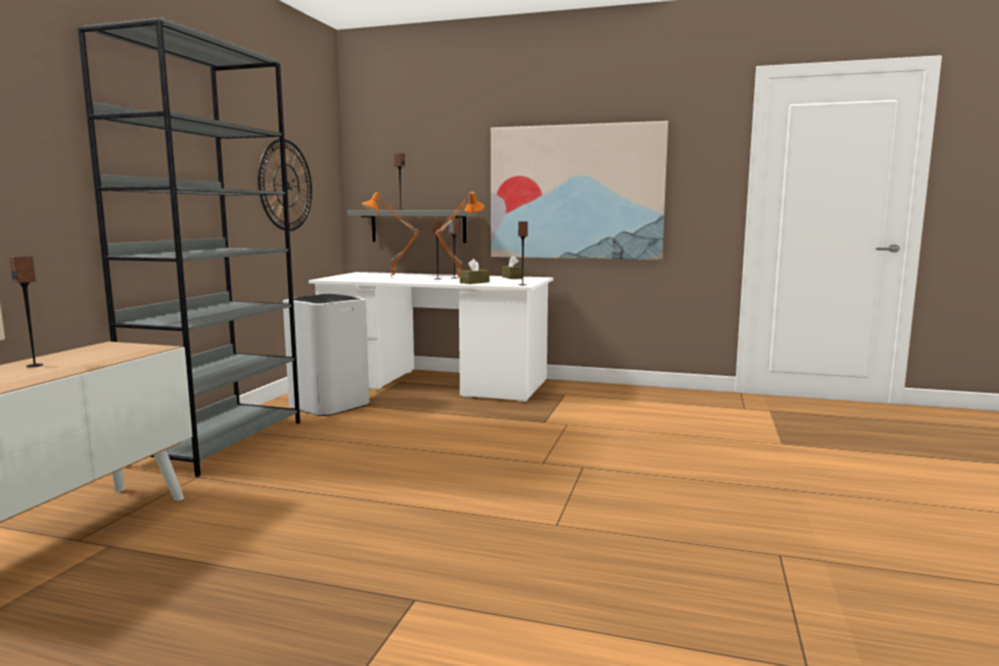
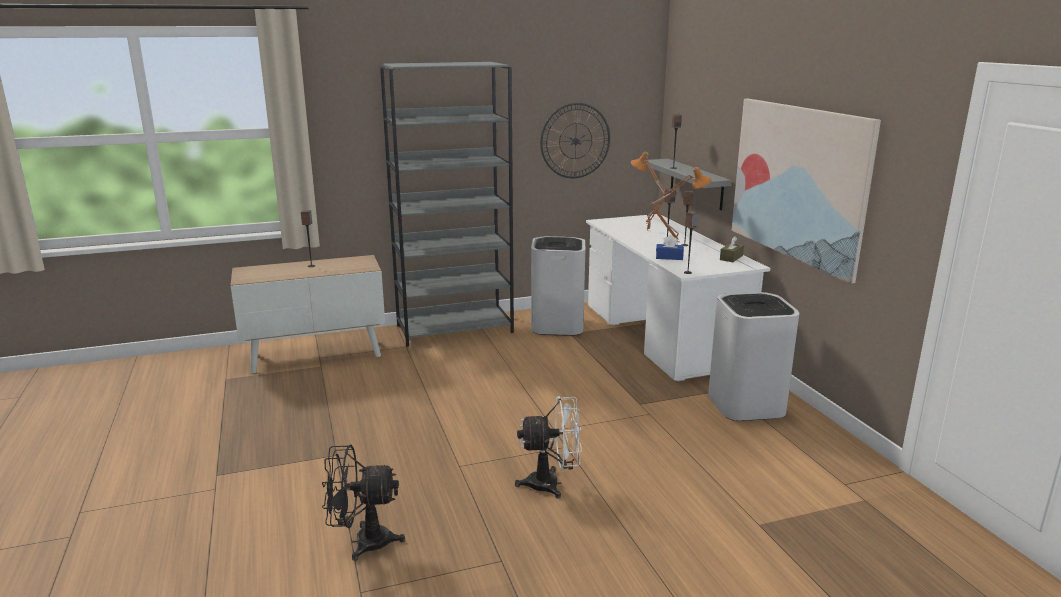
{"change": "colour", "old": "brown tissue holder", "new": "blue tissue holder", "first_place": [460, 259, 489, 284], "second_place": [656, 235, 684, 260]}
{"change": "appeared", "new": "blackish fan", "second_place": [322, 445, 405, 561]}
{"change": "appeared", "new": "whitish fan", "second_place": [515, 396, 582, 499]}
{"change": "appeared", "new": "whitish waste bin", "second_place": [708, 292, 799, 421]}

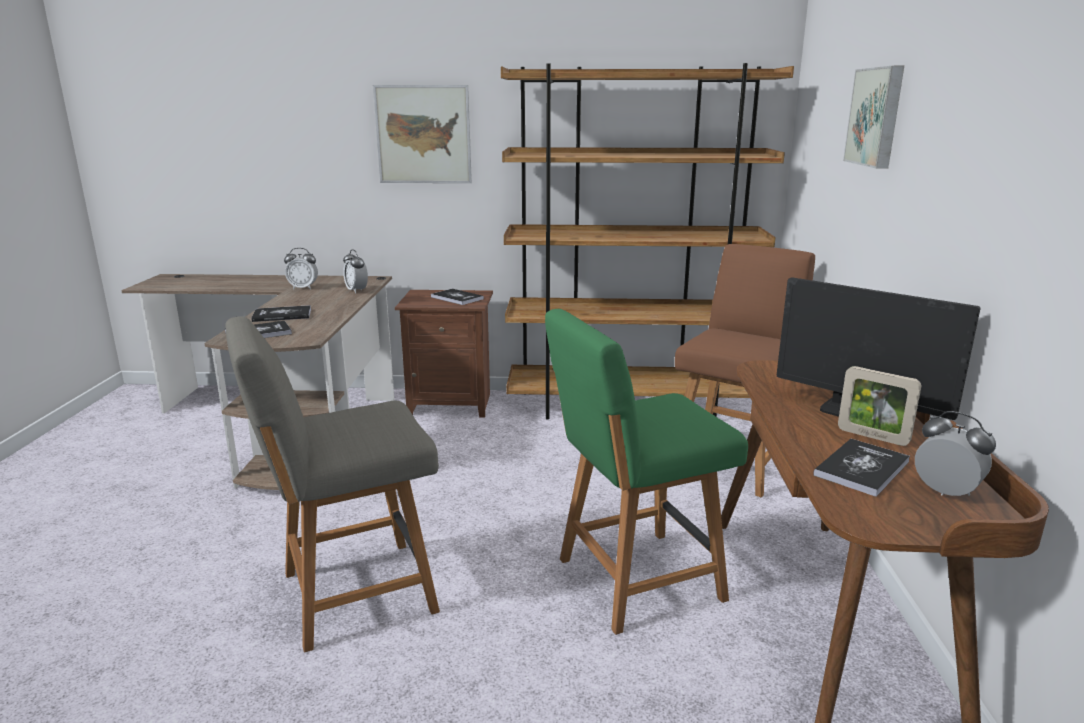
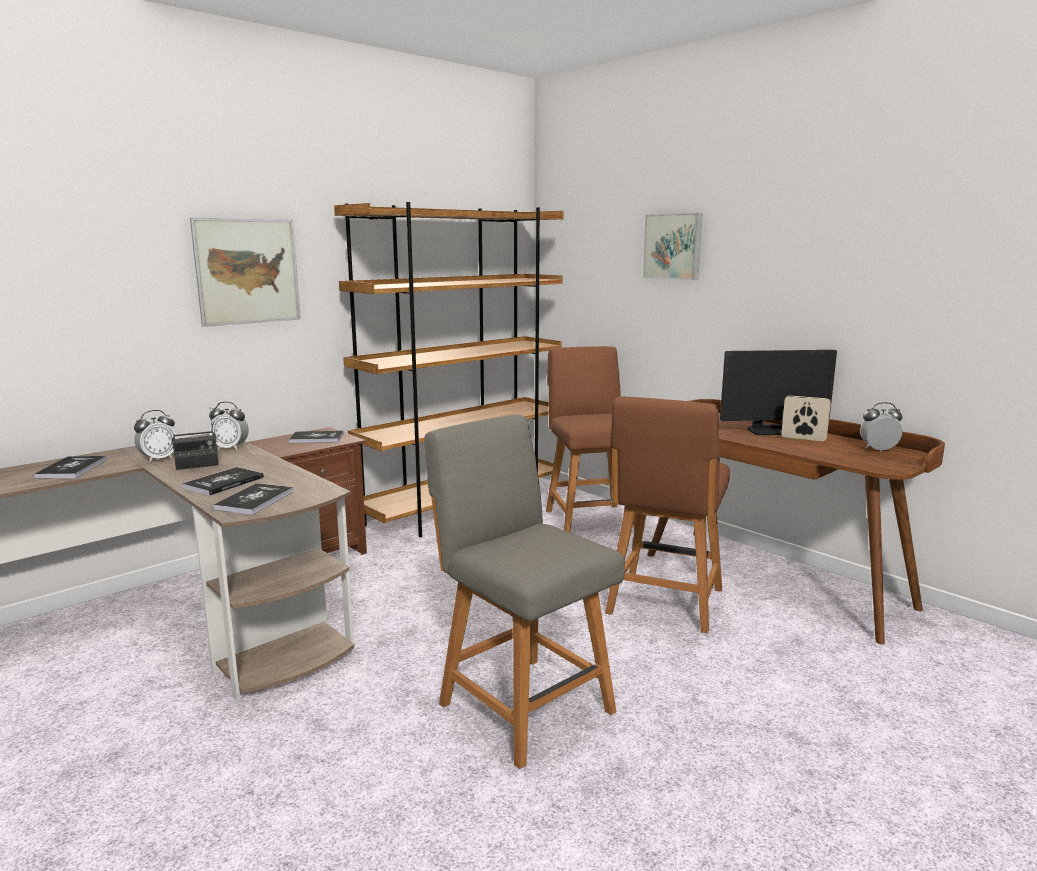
{"change": "spun", "old": "greyish plain chair", "first_place": [225, 316, 440, 652], "second_place": [425, 415, 625, 769], "degrees": 120}
{"change": "colour", "old": "greenish plain chair", "new": "brown plain chair", "first_place": [545, 309, 748, 635], "second_place": [605, 397, 730, 633]}
{"change": "relocated", "old": "book", "first_place": [813, 439, 910, 497], "second_place": [34, 456, 106, 479]}
{"change": "spun", "old": "standing frame", "first_place": [838, 366, 921, 446], "second_place": [781, 396, 831, 441], "degrees": -150}
{"change": "appeared", "new": "radio", "second_place": [172, 411, 219, 470]}

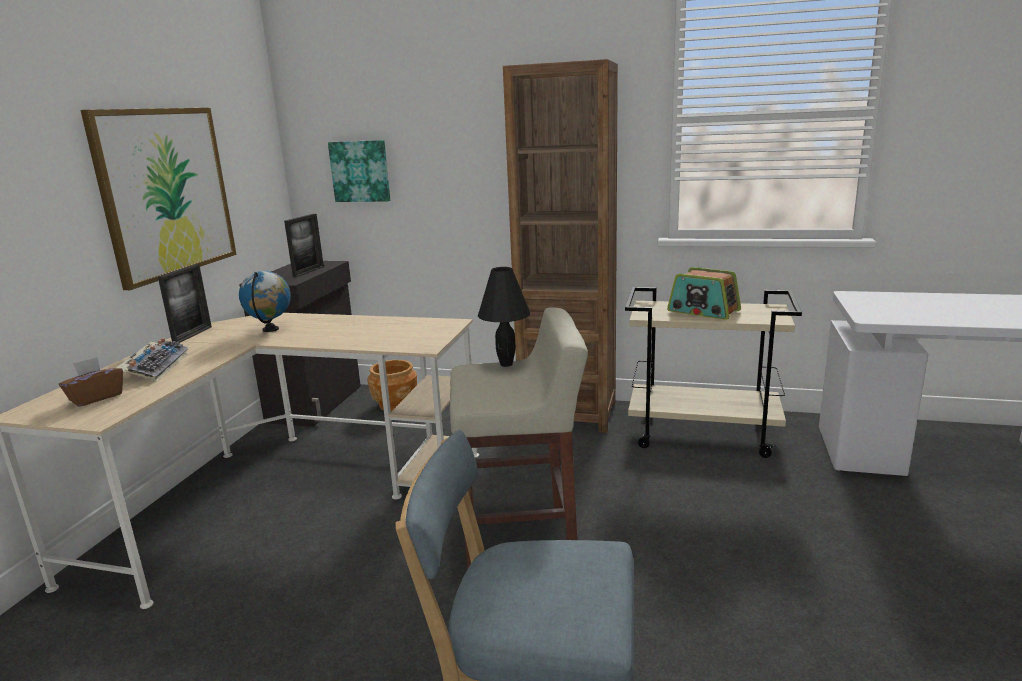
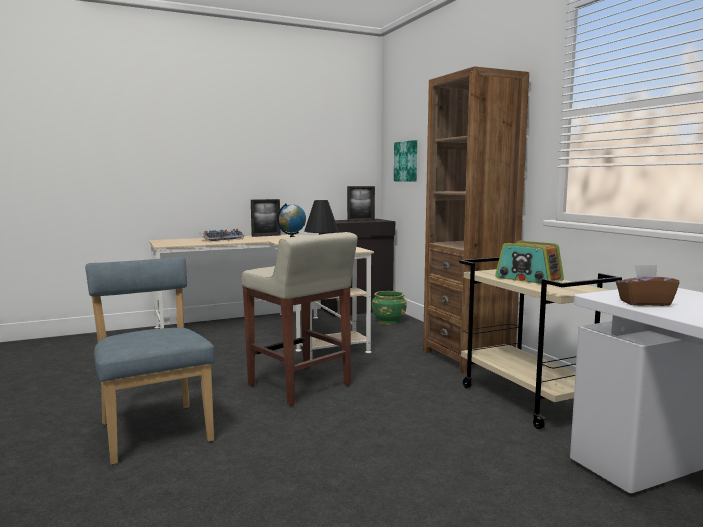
{"change": "relocated", "old": "brown tissue holder", "first_place": [59, 357, 123, 407], "second_place": [616, 265, 679, 306]}
{"change": "missing", "old": "picture", "first_place": [81, 108, 237, 290]}
{"change": "colour", "old": "brown flower pot", "new": "greenish flower pot", "first_place": [367, 360, 417, 411], "second_place": [372, 291, 407, 325]}
{"change": "spun", "old": "radio", "first_place": [667, 267, 741, 320], "second_place": [495, 240, 564, 285], "degrees": -45}

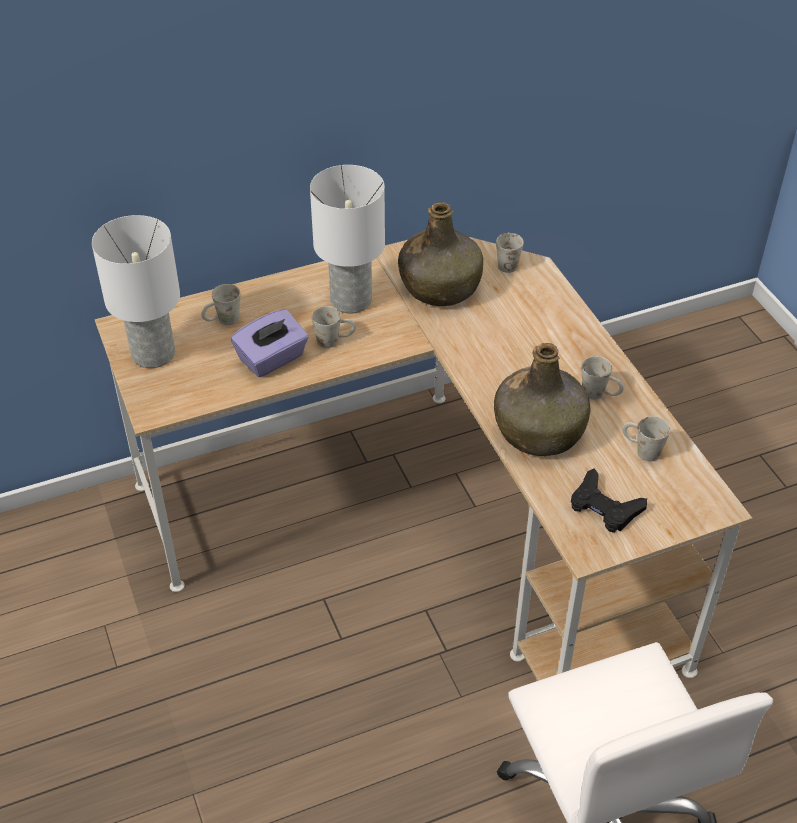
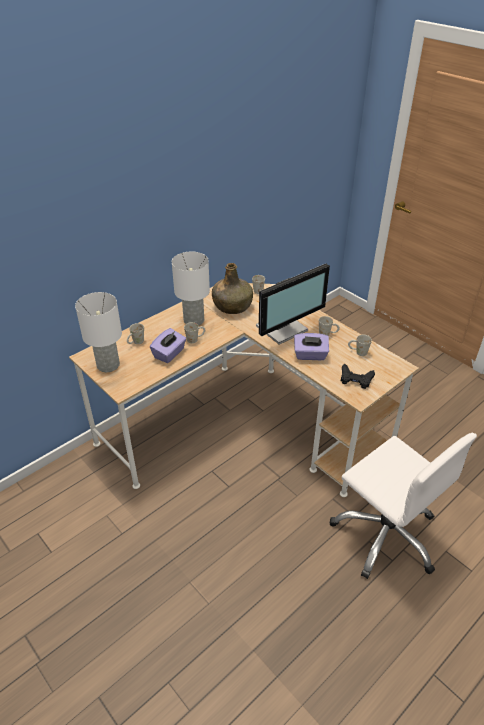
{"change": "exchanged", "old": "greenish beverage bottle", "new": "purple-coloured tissue holder", "first_place": [494, 343, 591, 456], "second_place": [294, 333, 329, 360]}
{"change": "appeared", "new": "computer display", "second_place": [256, 264, 330, 344]}

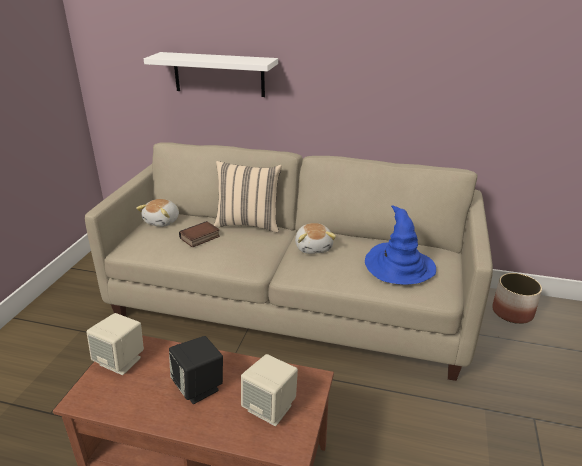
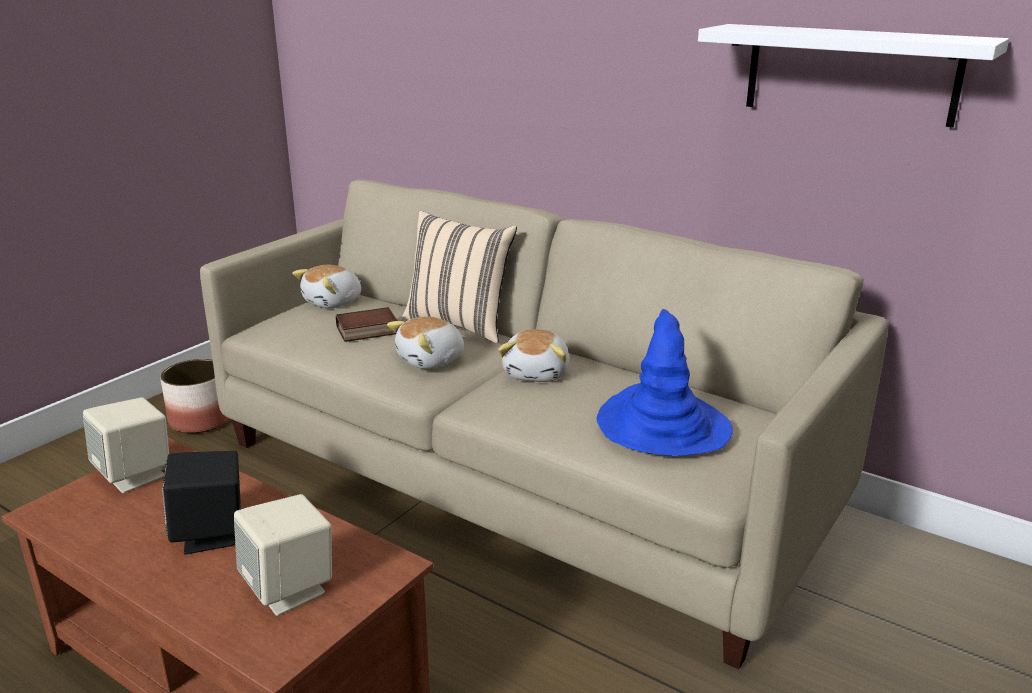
{"change": "relocated", "old": "whitish wall shelf", "first_place": [144, 52, 278, 97], "second_place": [698, 24, 1009, 127]}
{"change": "relocated", "old": "flower pot", "first_place": [492, 273, 542, 324], "second_place": [160, 359, 230, 433]}
{"change": "appeared", "new": "cuddly toy", "second_place": [387, 317, 465, 369]}

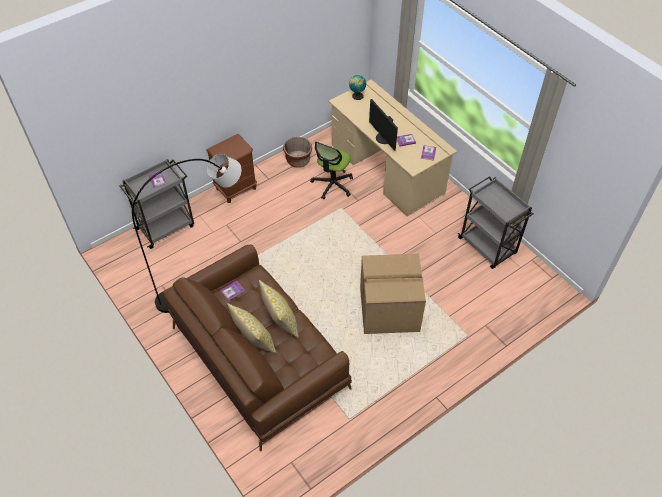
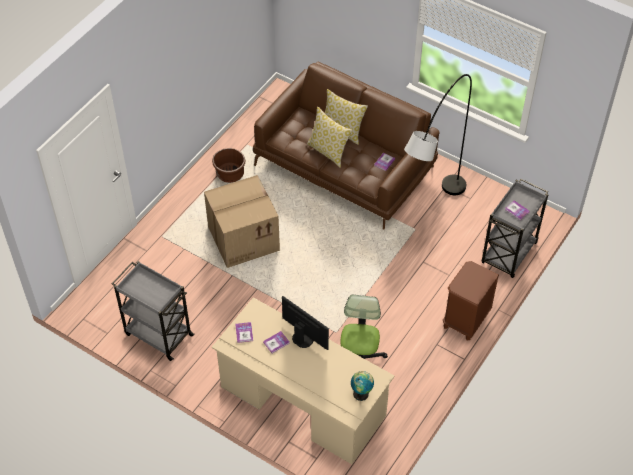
{"change": "relocated", "old": "brown flower pot", "first_place": [283, 137, 312, 168], "second_place": [212, 148, 245, 183]}

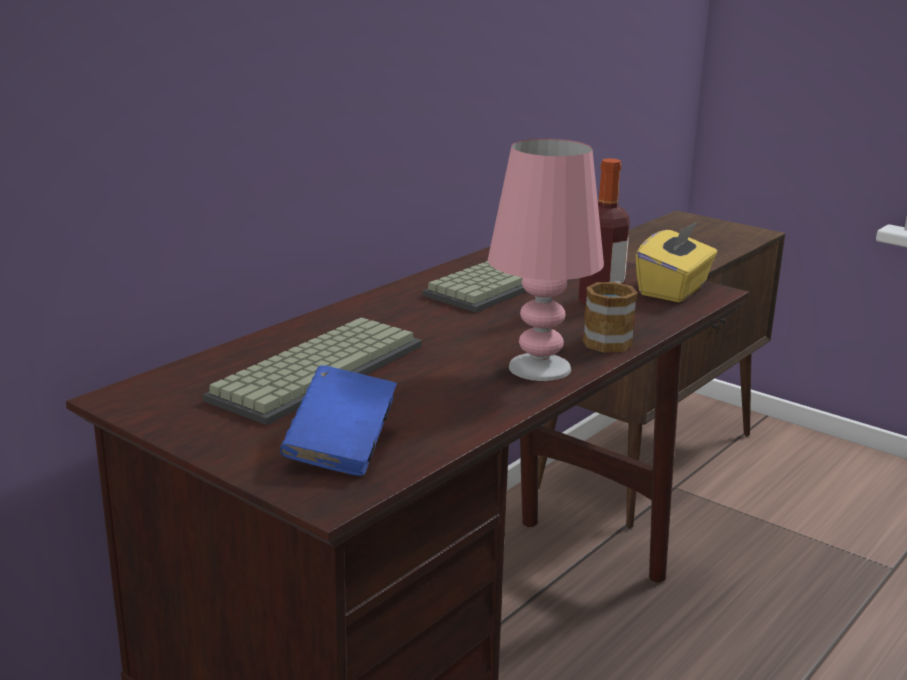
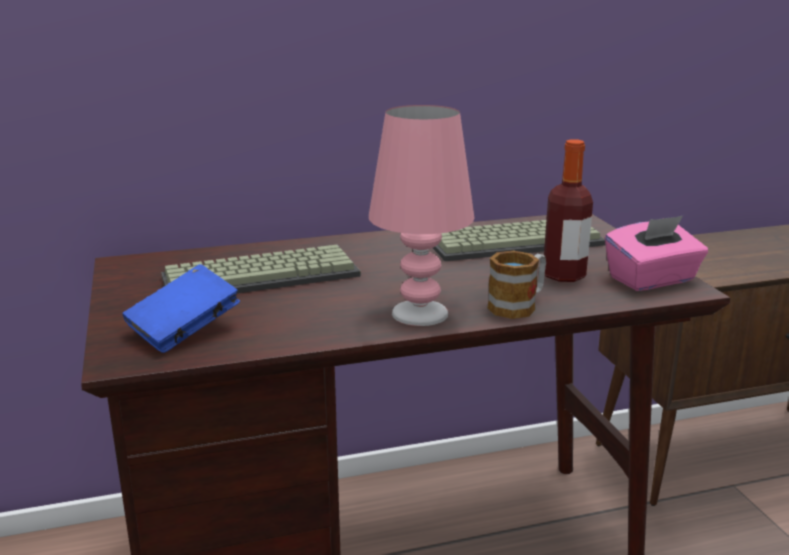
{"change": "colour", "old": "yellow-coloured tissue holder", "new": "pink-coloured tissue holder", "first_place": [636, 221, 717, 302], "second_place": [605, 216, 708, 291]}

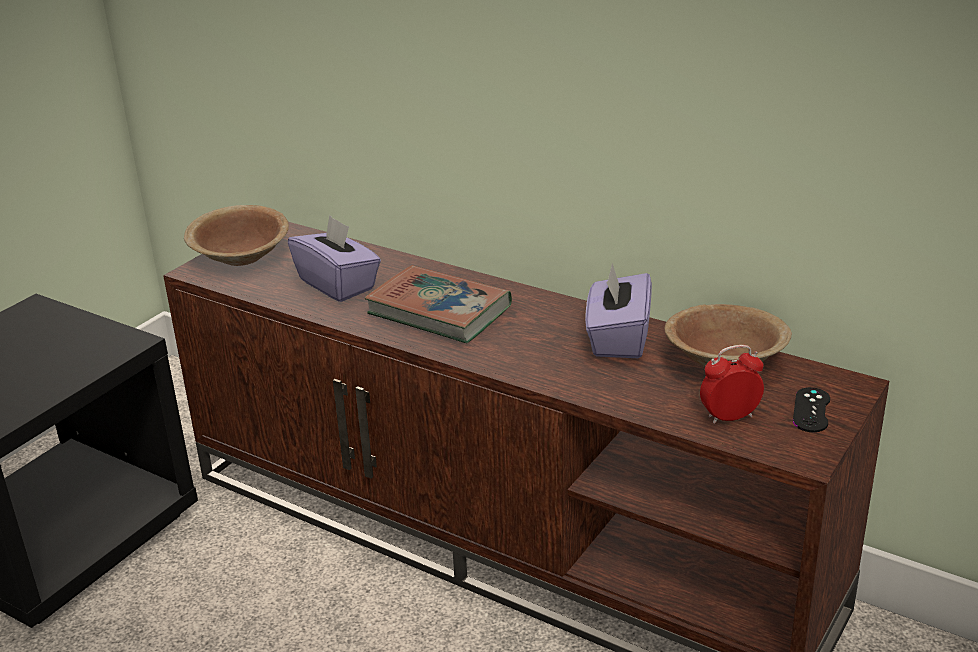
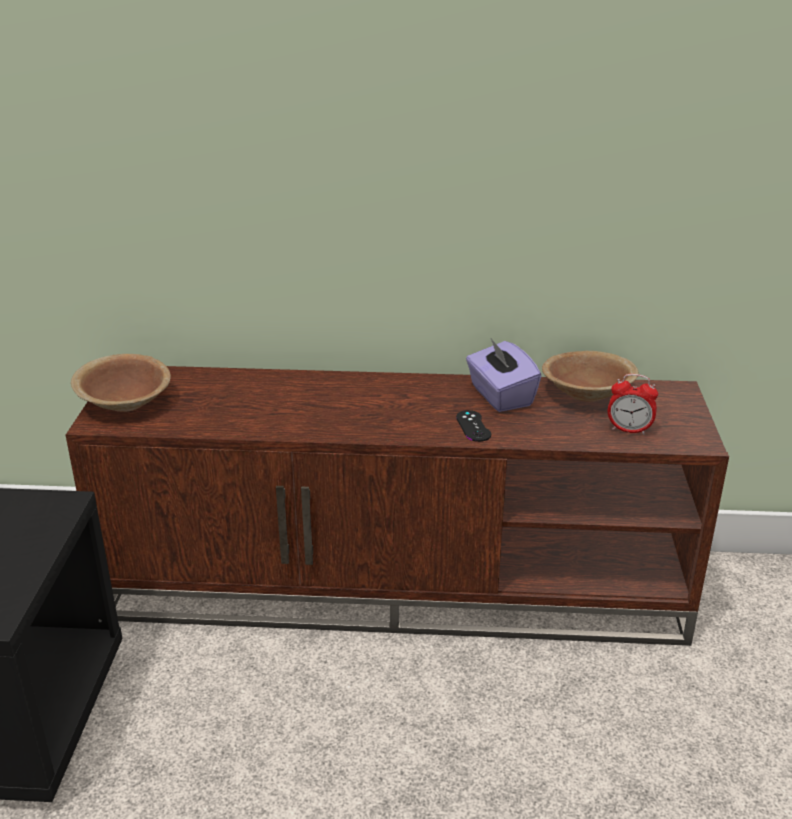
{"change": "missing", "old": "purple-coloured tissue holder", "first_place": [288, 215, 381, 302]}
{"change": "missing", "old": "book", "first_place": [365, 265, 512, 343]}
{"change": "spun", "old": "table clock", "first_place": [700, 345, 764, 424], "second_place": [608, 374, 658, 435], "degrees": -120}
{"change": "relocated", "old": "blackish game controller", "first_place": [793, 387, 830, 432], "second_place": [456, 410, 491, 442]}

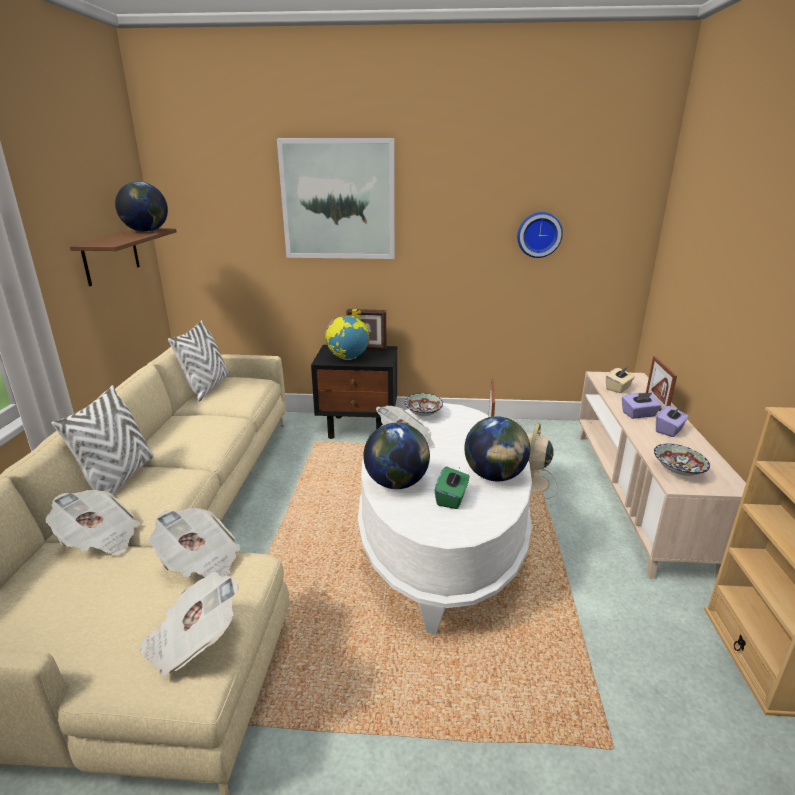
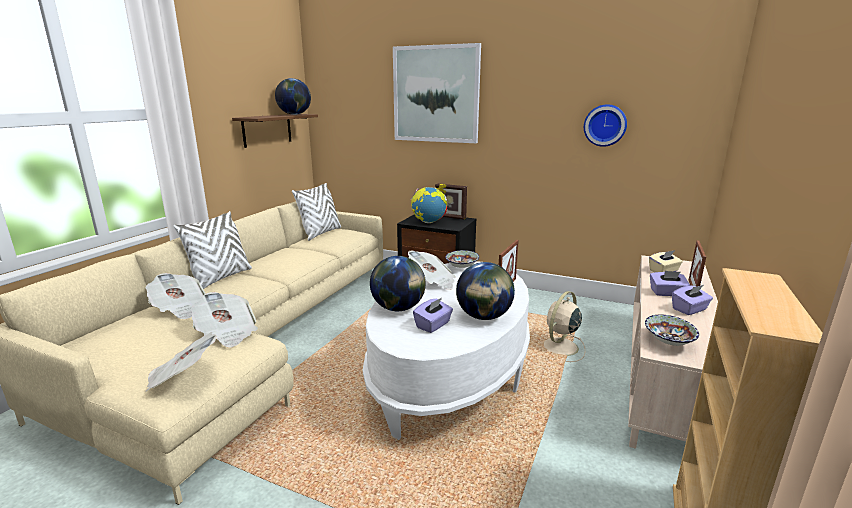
{"change": "colour", "old": "greenish tissue holder", "new": "purple-coloured tissue holder", "first_place": [435, 466, 469, 509], "second_place": [413, 298, 453, 333]}

